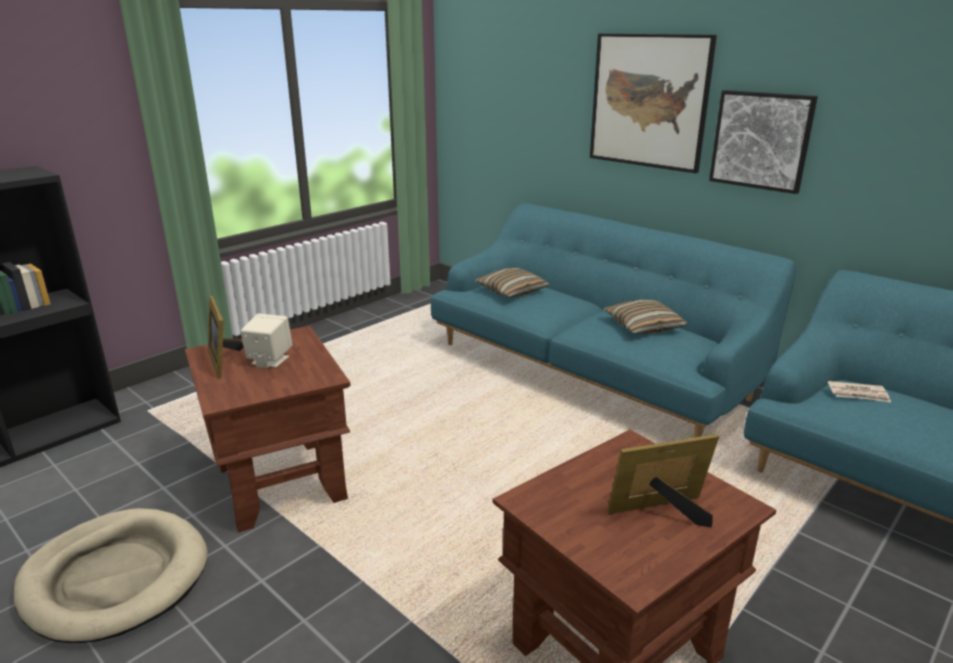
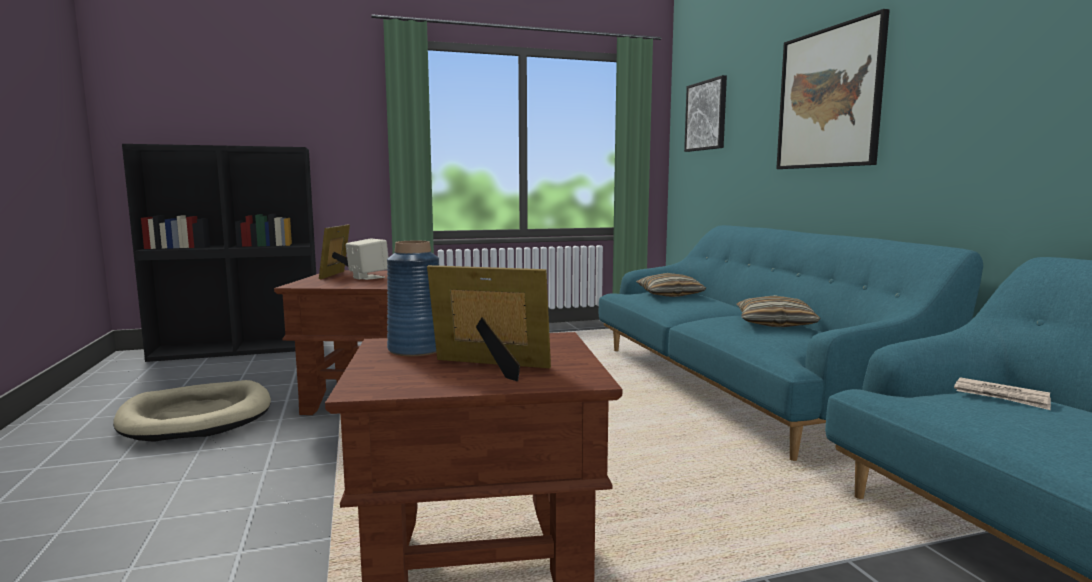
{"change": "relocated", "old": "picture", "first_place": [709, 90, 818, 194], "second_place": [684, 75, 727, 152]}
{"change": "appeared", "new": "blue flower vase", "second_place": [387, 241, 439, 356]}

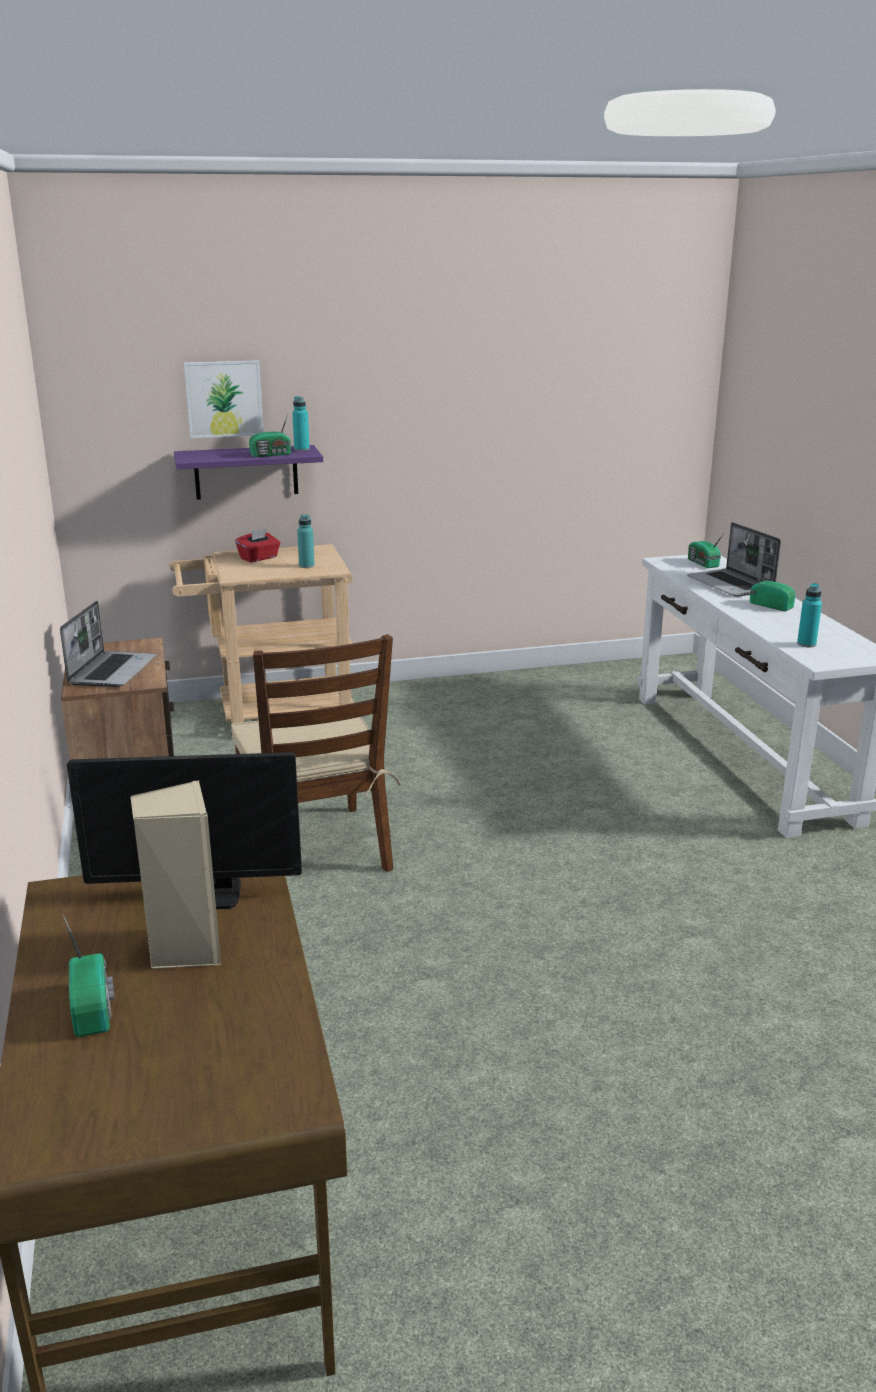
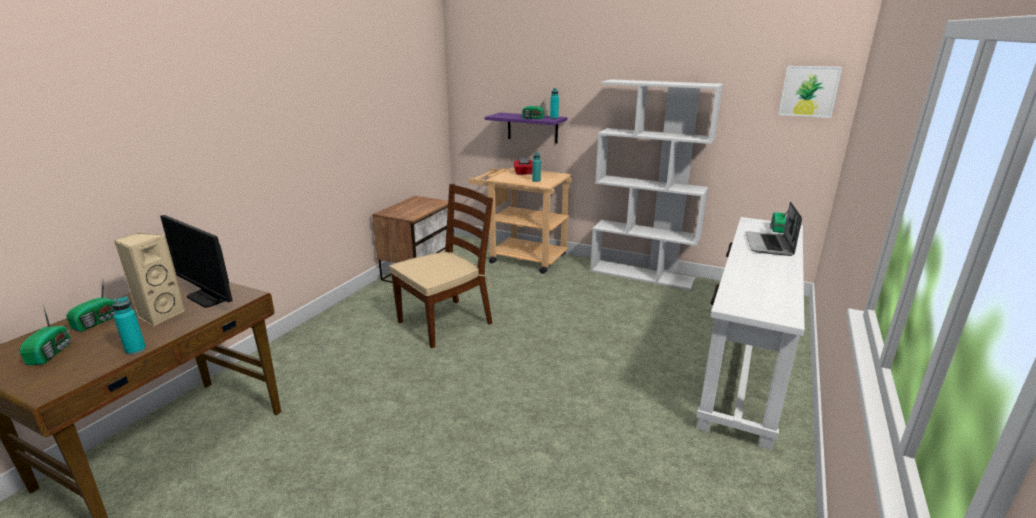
{"change": "missing", "old": "portable computer", "first_place": [60, 601, 156, 687]}
{"change": "relocated", "old": "picture", "first_place": [184, 360, 263, 438], "second_place": [778, 66, 842, 118]}
{"change": "spun", "old": "brown plain chair", "first_place": [231, 634, 401, 872], "second_place": [389, 184, 493, 348], "degrees": -150}
{"change": "relocated", "old": "radio", "first_place": [750, 563, 796, 611], "second_place": [20, 304, 71, 365]}
{"change": "relocated", "old": "turquoise-coloured beverage bottle", "first_place": [797, 583, 822, 648], "second_place": [113, 296, 146, 355]}
{"change": "appeared", "new": "whitish bookshelf", "second_place": [590, 79, 723, 290]}

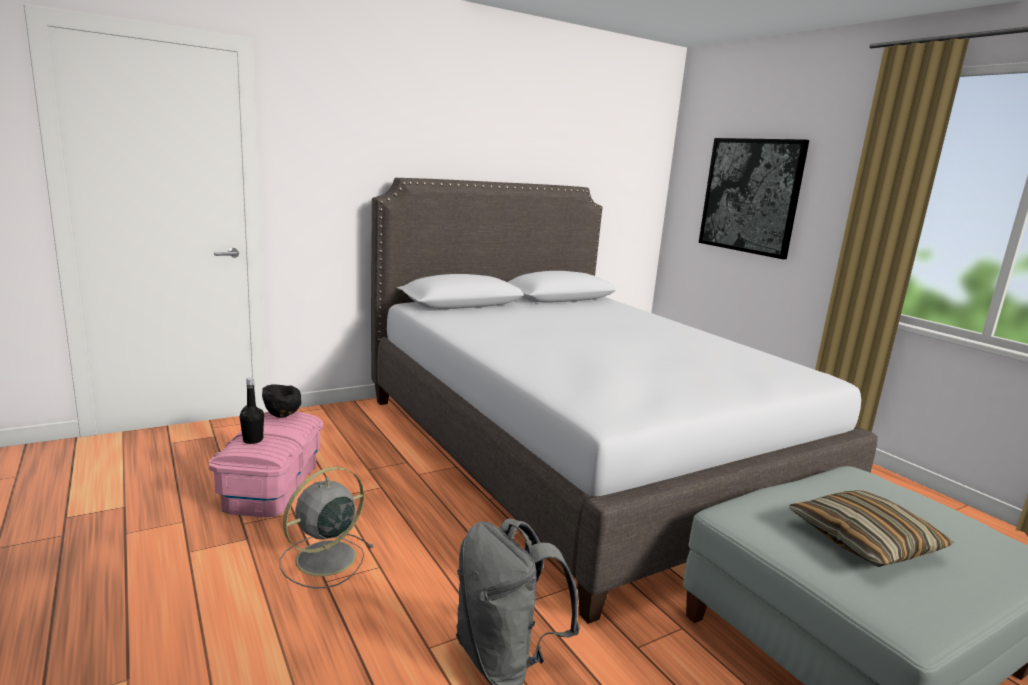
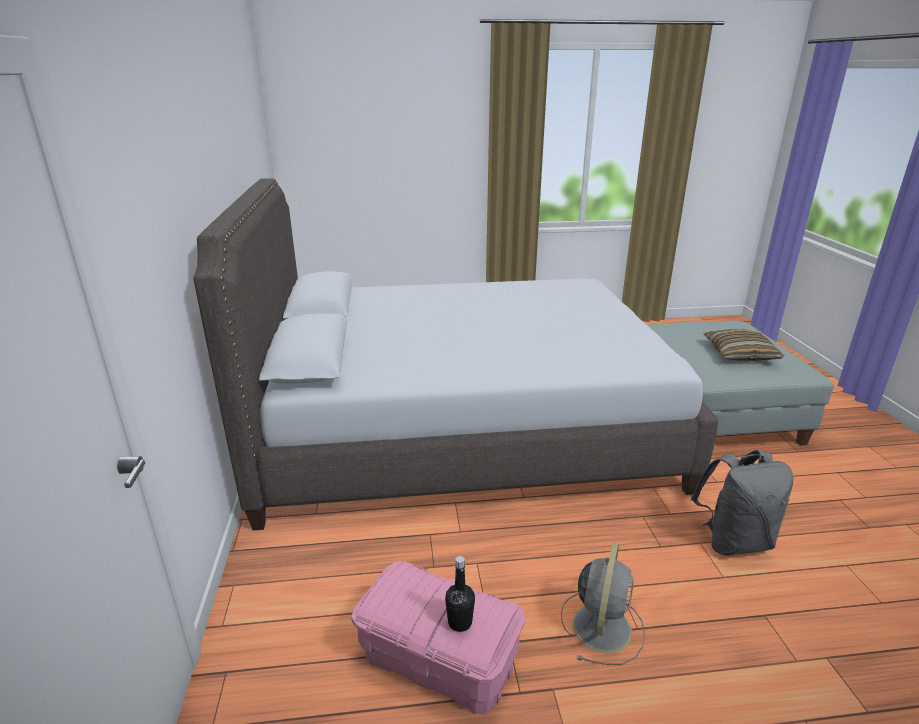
{"change": "missing", "old": "blackish bowl", "first_place": [262, 385, 301, 418]}
{"change": "spun", "old": "greyish fan", "first_place": [279, 467, 374, 588], "second_place": [561, 543, 645, 665], "degrees": -135}
{"change": "missing", "old": "picture", "first_place": [699, 138, 809, 259]}

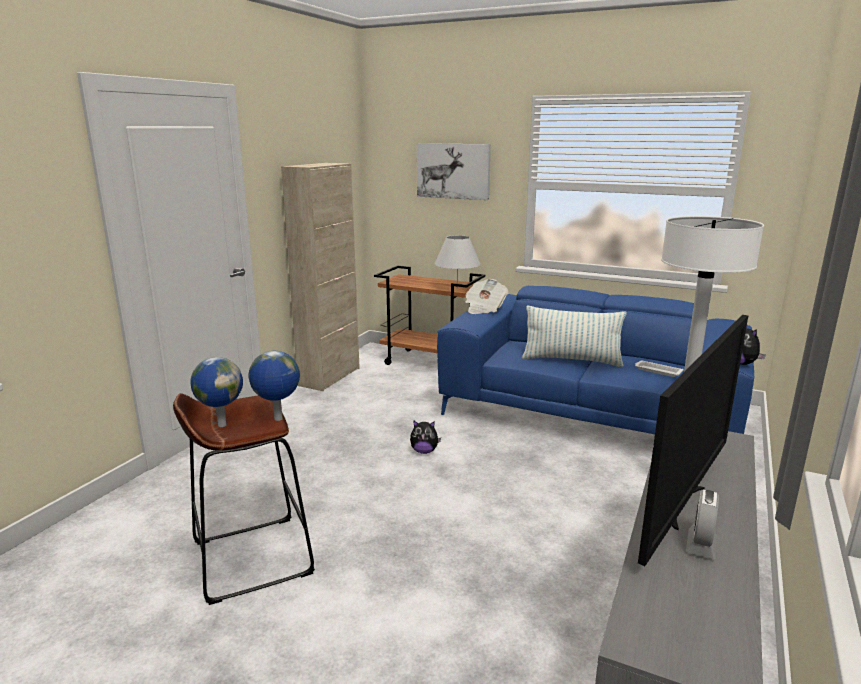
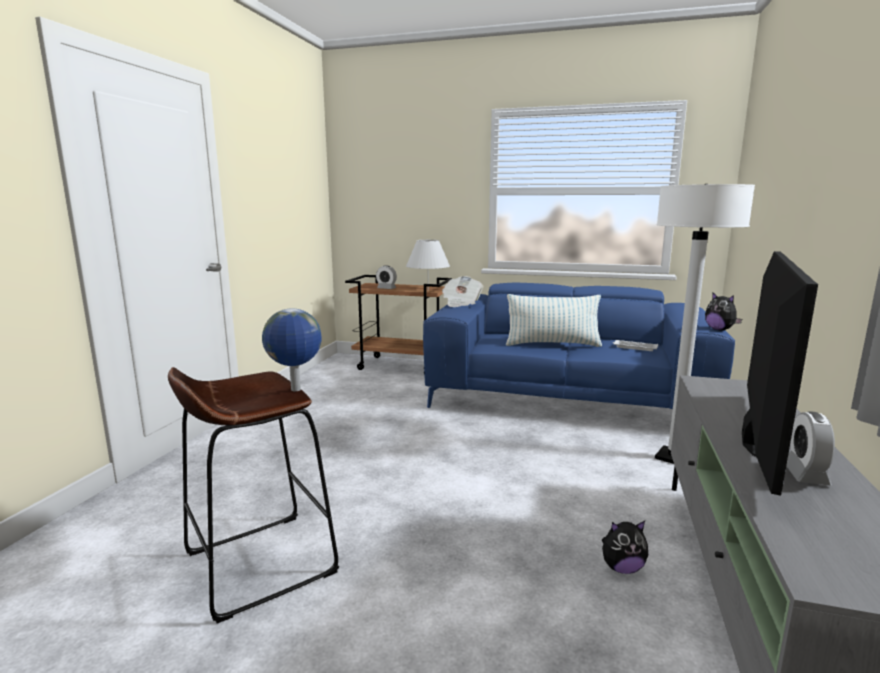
{"change": "missing", "old": "world globe", "first_place": [190, 357, 243, 427]}
{"change": "missing", "old": "beige cabinet", "first_place": [281, 163, 360, 391]}
{"change": "relocated", "old": "cuddly toy", "first_place": [410, 420, 441, 454], "second_place": [602, 521, 648, 574]}
{"change": "missing", "old": "picture", "first_place": [417, 143, 491, 200]}
{"change": "appeared", "new": "table clock", "second_place": [376, 265, 397, 289]}

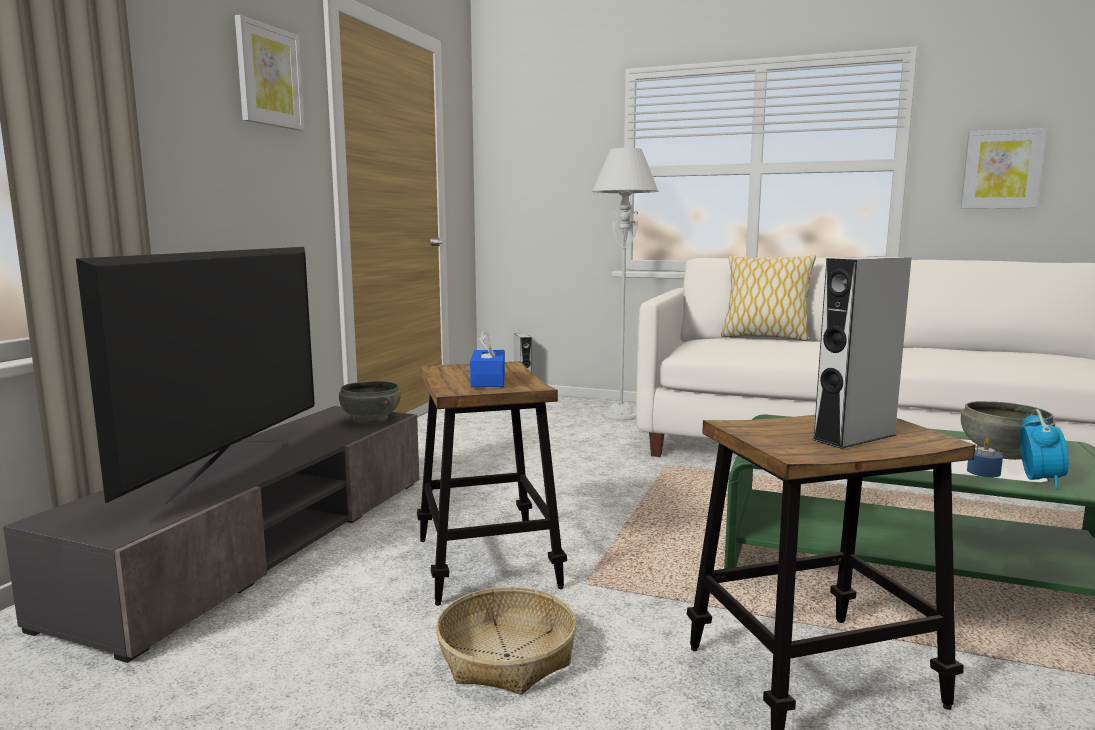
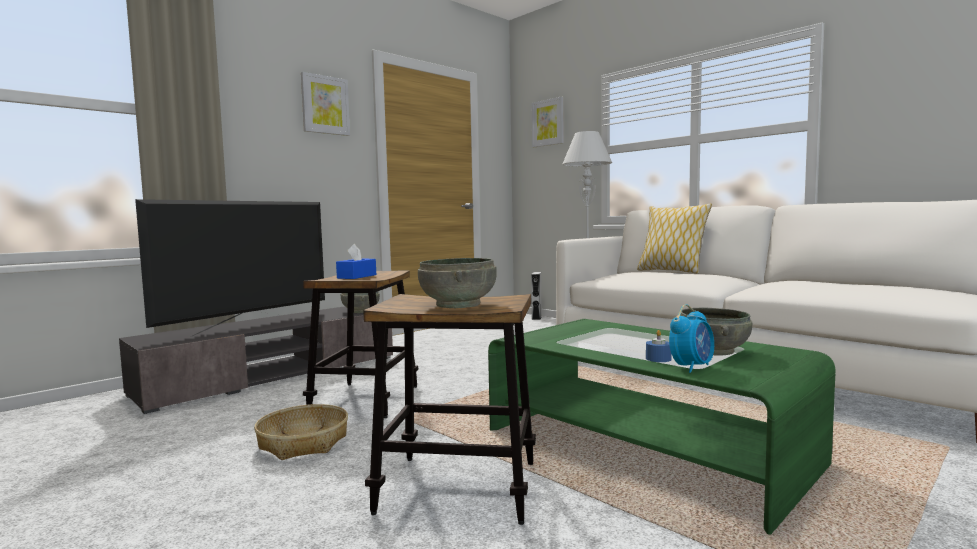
{"change": "exchanged", "old": "greyish speaker", "new": "greyish bowl", "first_place": [812, 256, 912, 449], "second_place": [418, 258, 497, 308]}
{"change": "relocated", "old": "picture", "first_place": [961, 128, 1047, 209], "second_place": [532, 96, 564, 147]}

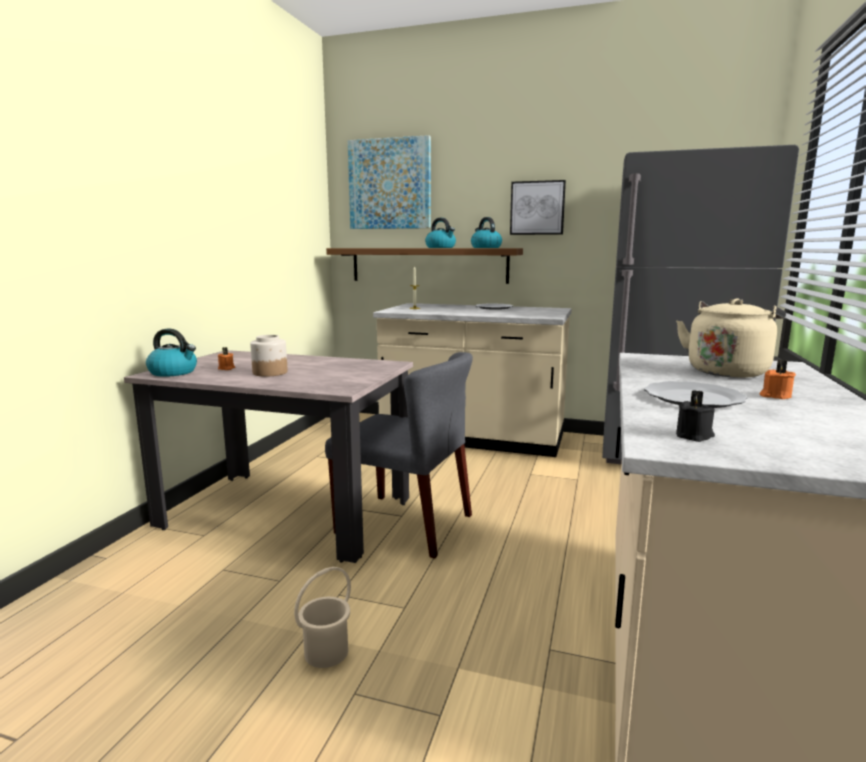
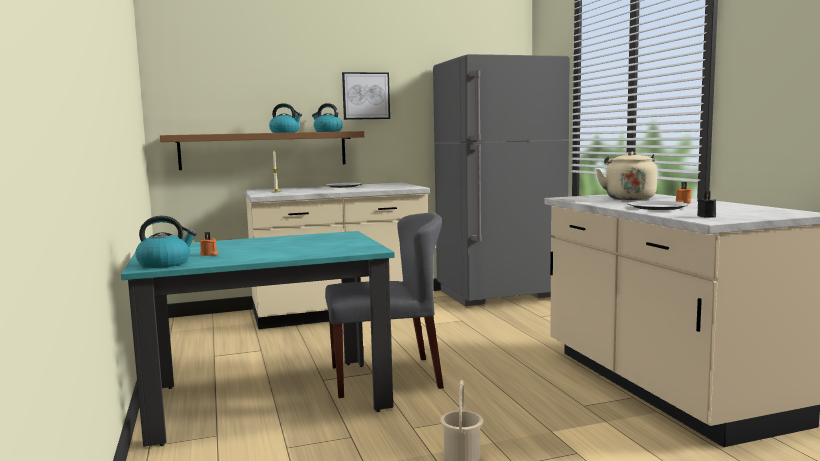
{"change": "colour", "old": "beige dining table", "new": "turquoise-coloured dining table", "first_place": [124, 350, 413, 563], "second_place": [121, 231, 395, 447]}
{"change": "missing", "old": "jar", "first_place": [250, 335, 288, 377]}
{"change": "missing", "old": "picture", "first_place": [348, 135, 431, 229]}

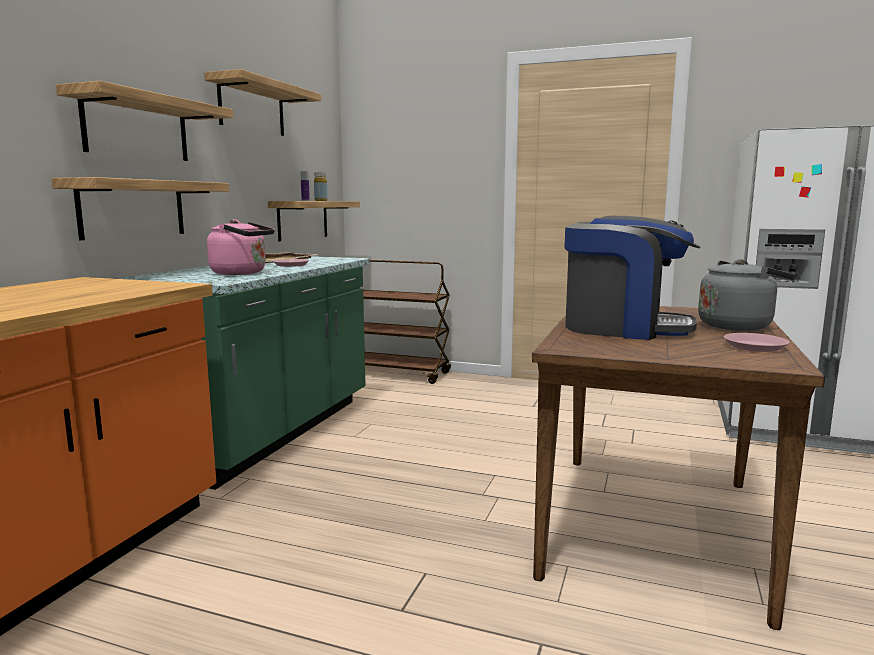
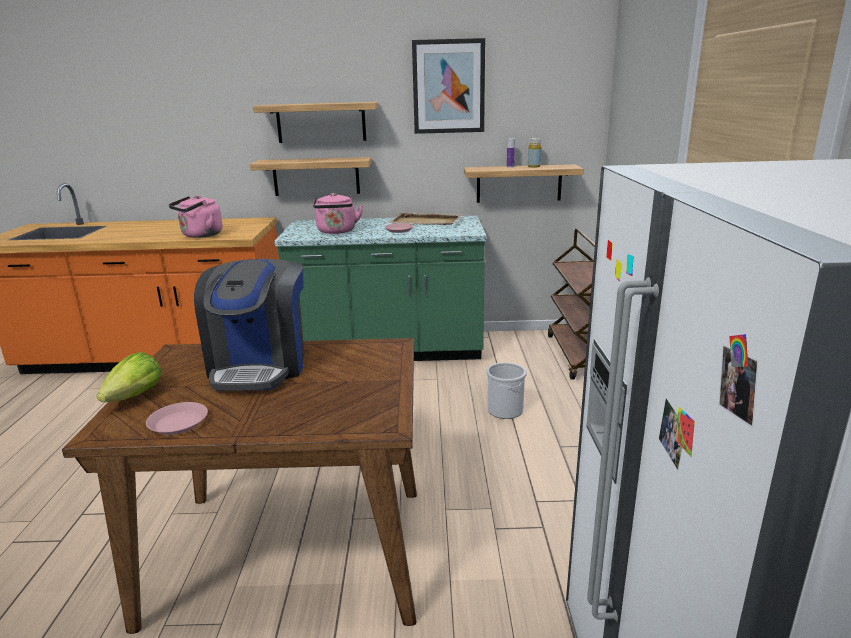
{"change": "exchanged", "old": "wall shelf", "new": "picture", "first_place": [204, 69, 321, 136], "second_place": [412, 38, 485, 134]}
{"change": "missing", "old": "greyish water kettle", "first_place": [698, 259, 795, 331]}
{"change": "appeared", "new": "head of lettuce", "second_place": [97, 352, 162, 402]}
{"change": "appeared", "new": "pink-coloured water kettle", "second_place": [169, 195, 223, 238]}
{"change": "appeared", "new": "bucket", "second_place": [486, 362, 527, 419]}

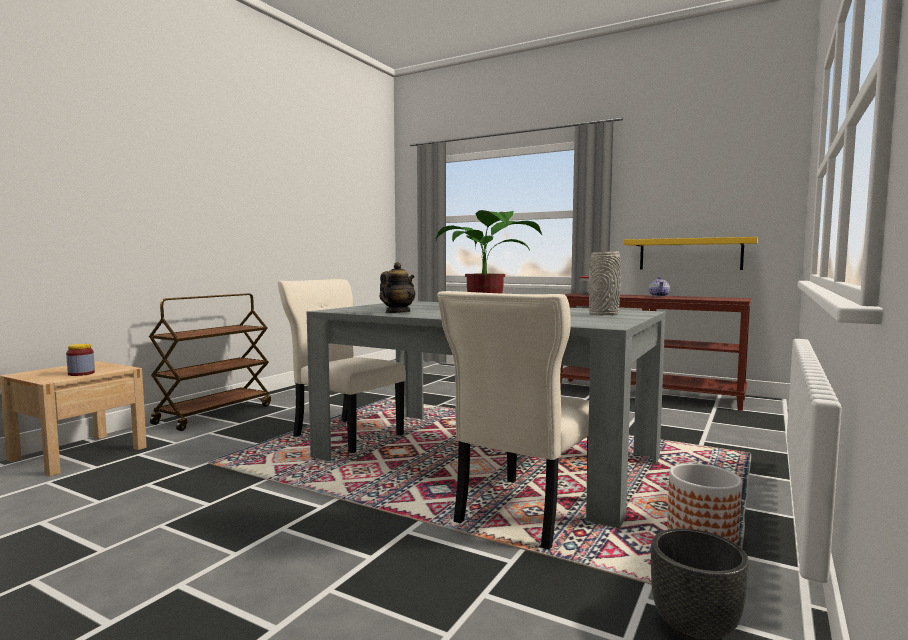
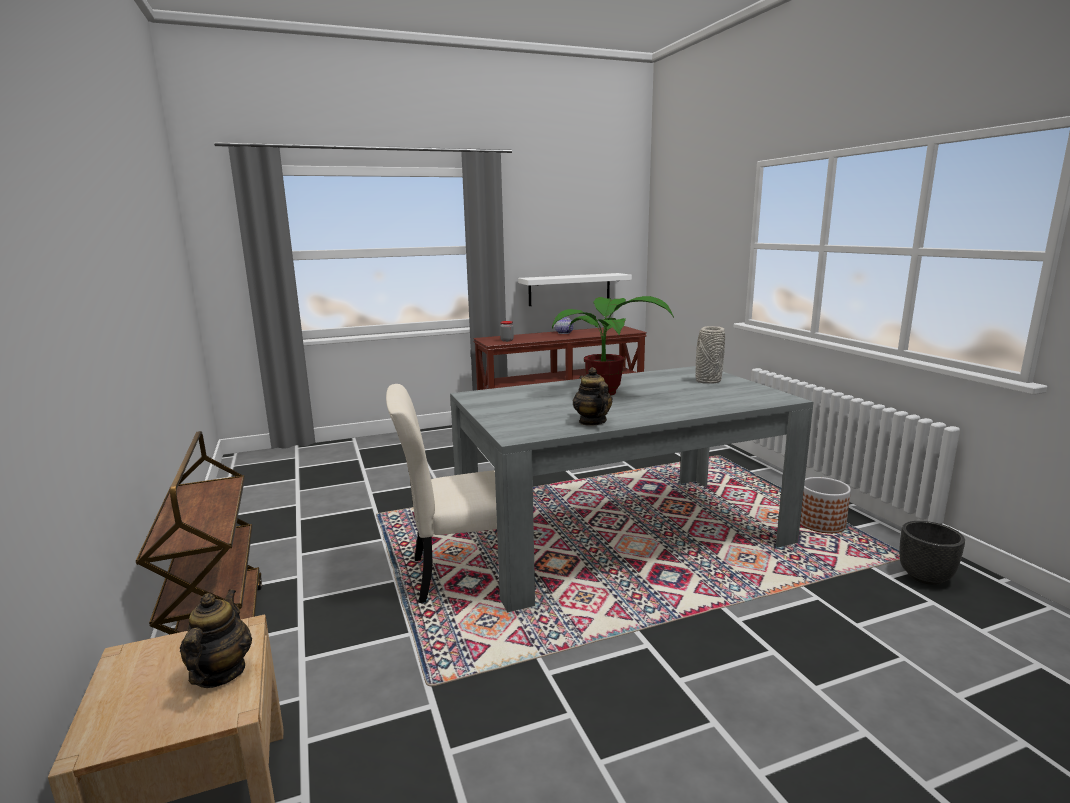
{"change": "exchanged", "old": "jar", "new": "teapot", "first_place": [66, 344, 95, 376], "second_place": [180, 590, 252, 688]}
{"change": "missing", "old": "beige plain chair", "first_place": [437, 291, 589, 550]}
{"change": "colour", "old": "yellow-coloured wall shelf", "new": "whitish wall shelf", "first_place": [623, 237, 758, 270], "second_place": [518, 273, 632, 306]}

